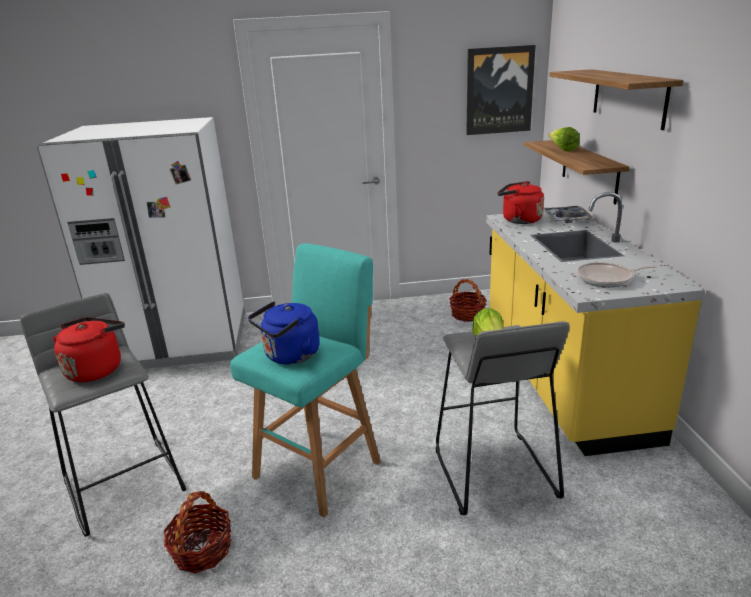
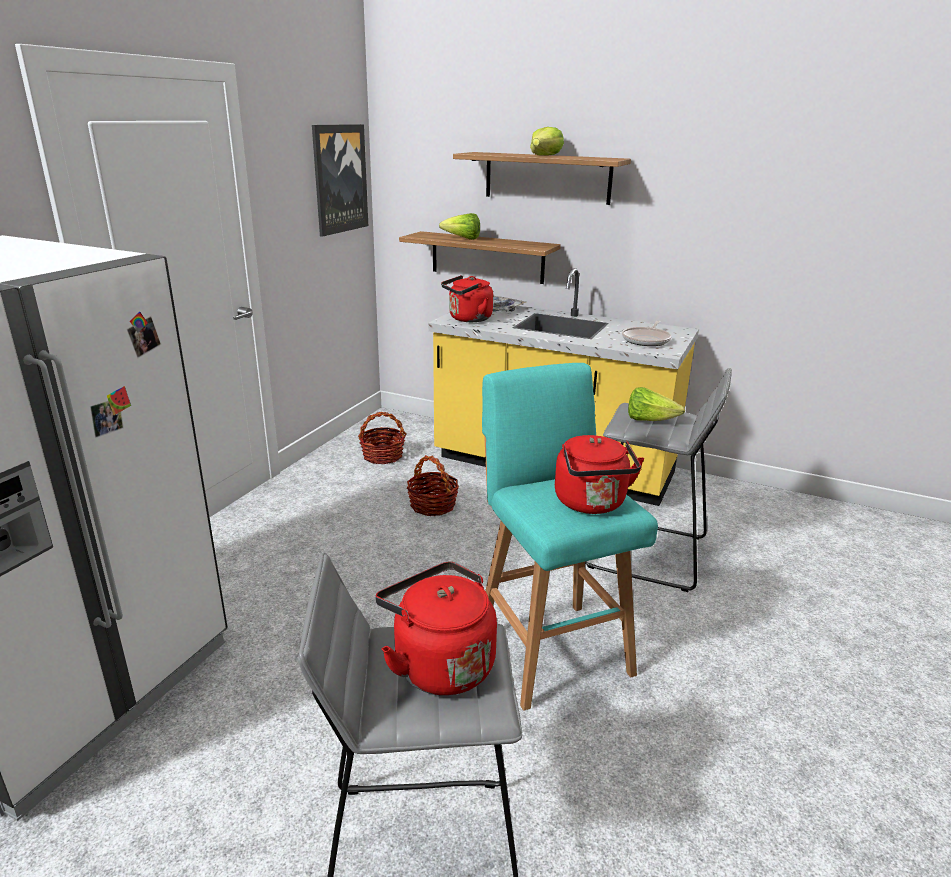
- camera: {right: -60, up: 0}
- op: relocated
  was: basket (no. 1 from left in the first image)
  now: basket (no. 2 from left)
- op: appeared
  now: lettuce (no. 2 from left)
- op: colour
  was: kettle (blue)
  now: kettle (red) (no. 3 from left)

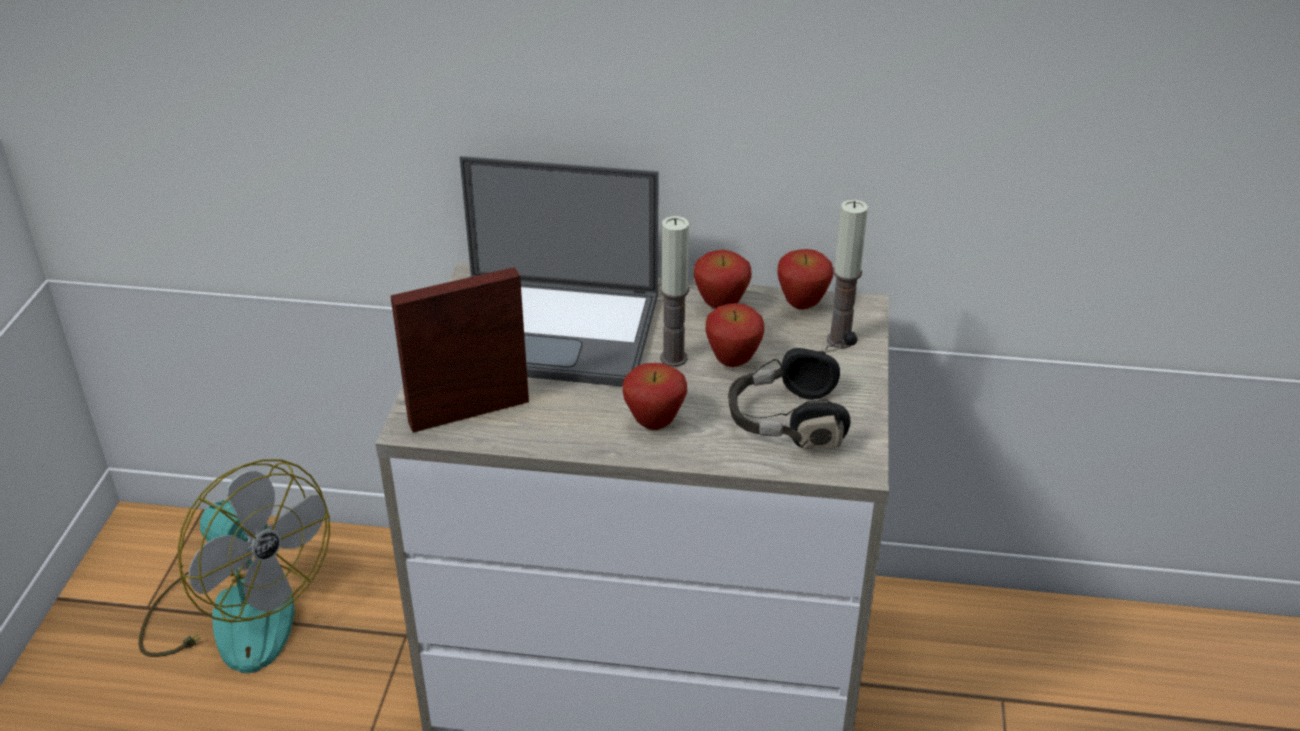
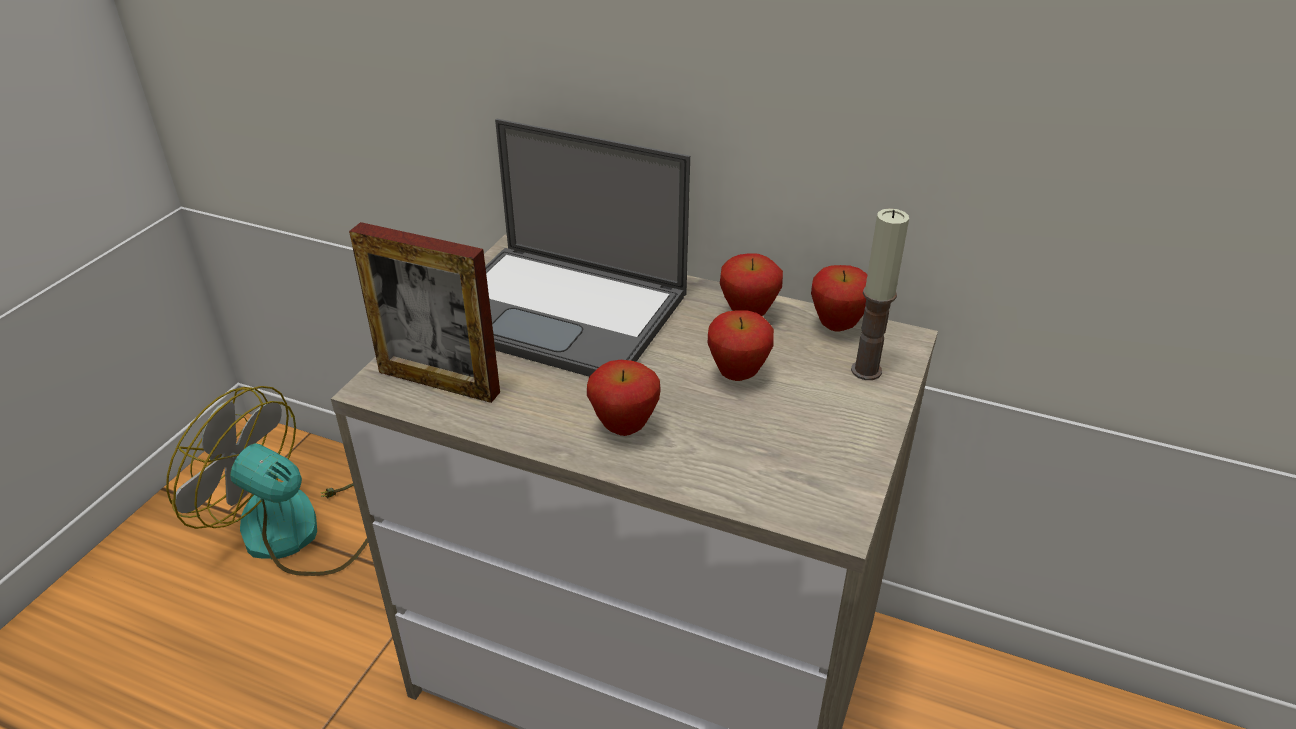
- camera: {right: 15, up: 0}
- op: spun
  was: fan
  clockwise: 150
- op: spun
  was: picture frame
  clockwise: -150
- op: missing
  was: candle (no. 1 from left)
- op: missing
  was: headphones (black)

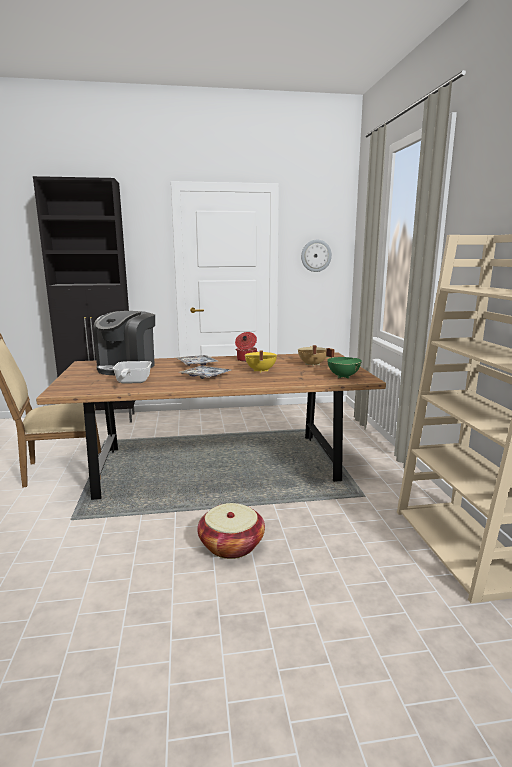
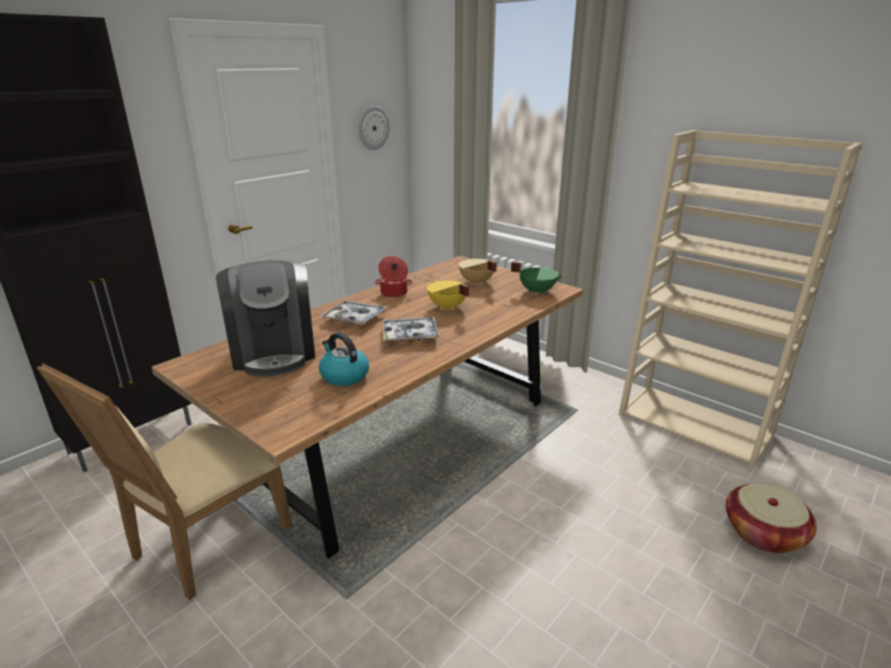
- camera: {right: -40, up: 10}
- op: exchanged
  was: frying pan
  now: kettle
- op: relocated
  was: basket

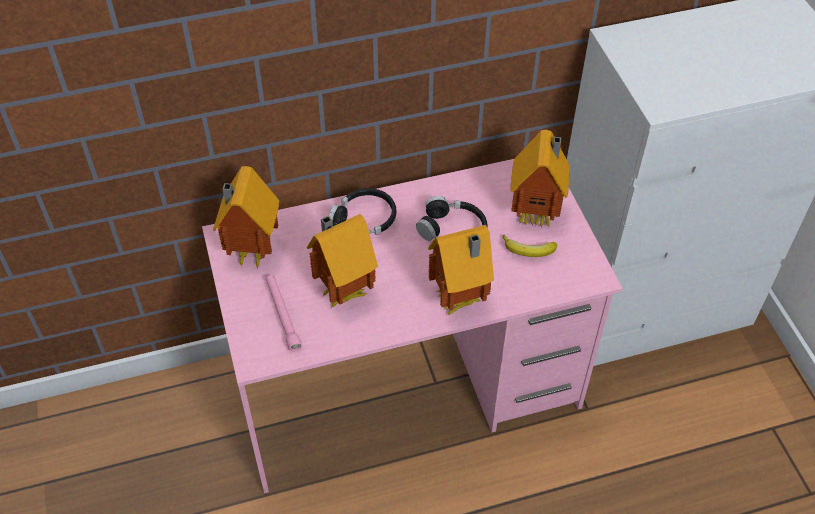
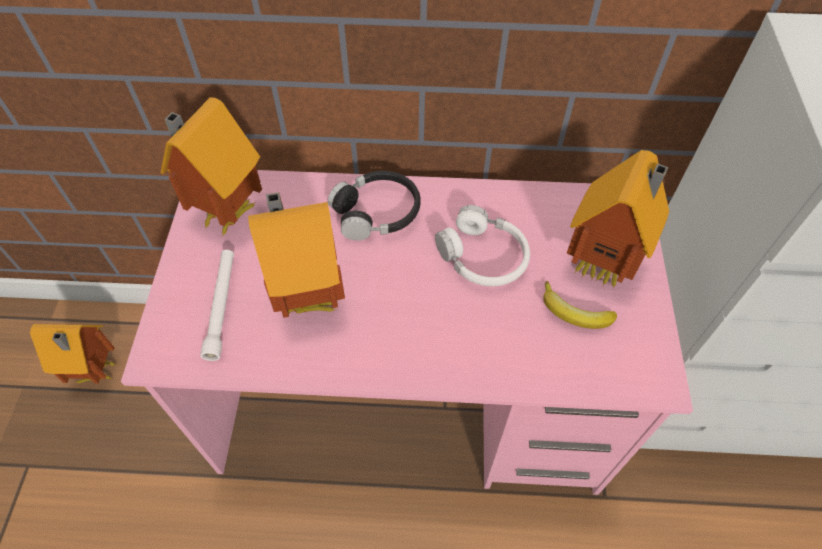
- camera: {right: 20, up: 5}
- op: relocated
  was: toy house (no. 3 from left in the first image)
  now: toy house (no. 1 from left)
- op: colour
  was: flashlight (pink)
  now: flashlight (white)
- op: colour
  was: headphones (black) (no. 2 from left)
  now: headphones (white)

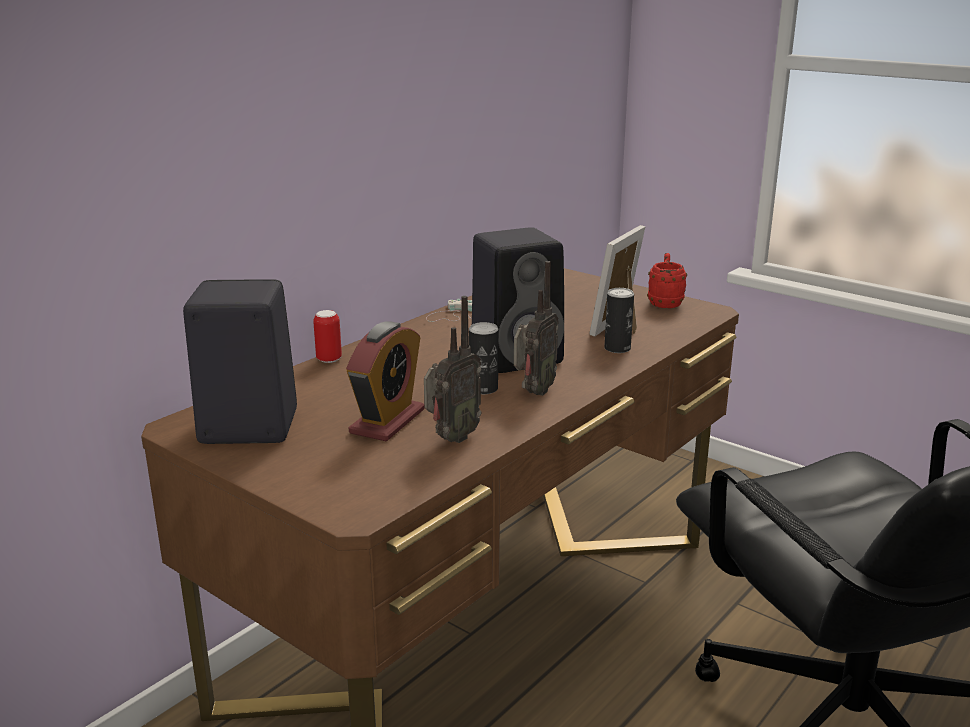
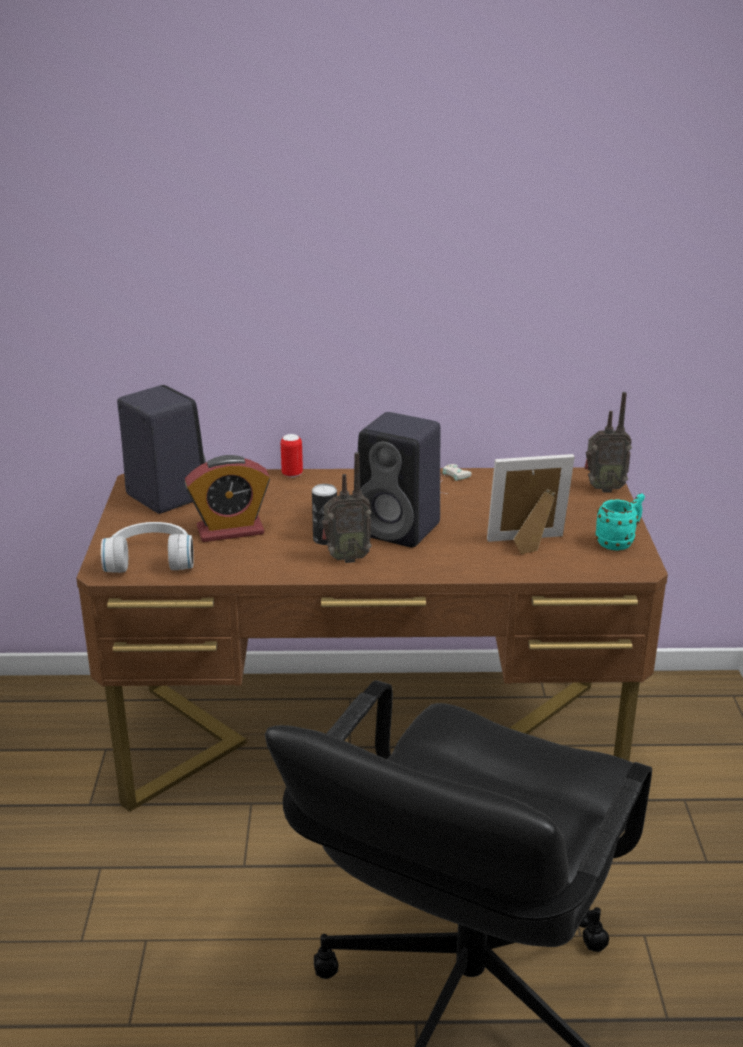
- camera: {right: 50, up: 5}
- op: appeared
  now: headphones (white)
- op: relocated
  was: radio (no. 1 from left in the first image)
  now: radio (no. 2 from left)
- op: colour
  was: mug (red)
  now: mug (turquoise)
- op: missing
  was: can (no. 3 from left)

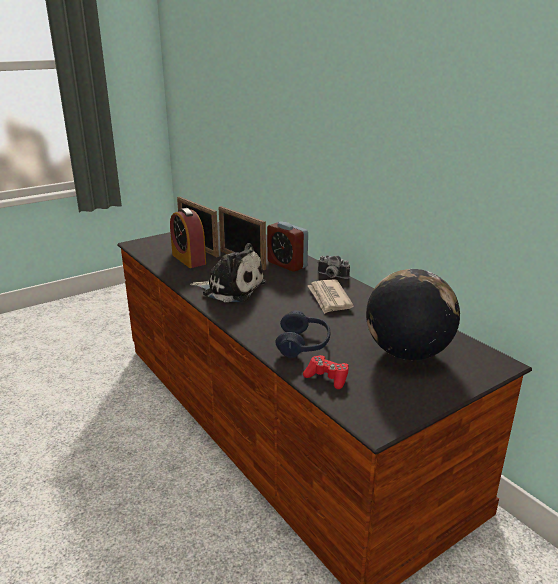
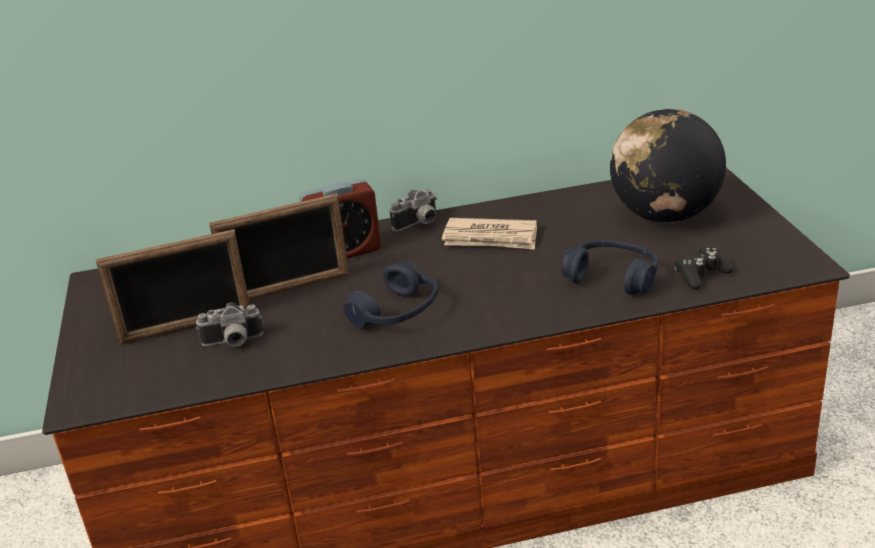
- camera: {right: -65, up: 5}
- op: exchanged
  was: alarm clock (no. 1 from left)
  now: photo camera (no. 1 from left)
- op: exchanged
  was: plush toy
  now: headphones (blue) (no. 1 from left)
- op: colour
  was: game controller (red)
  now: game controller (black)

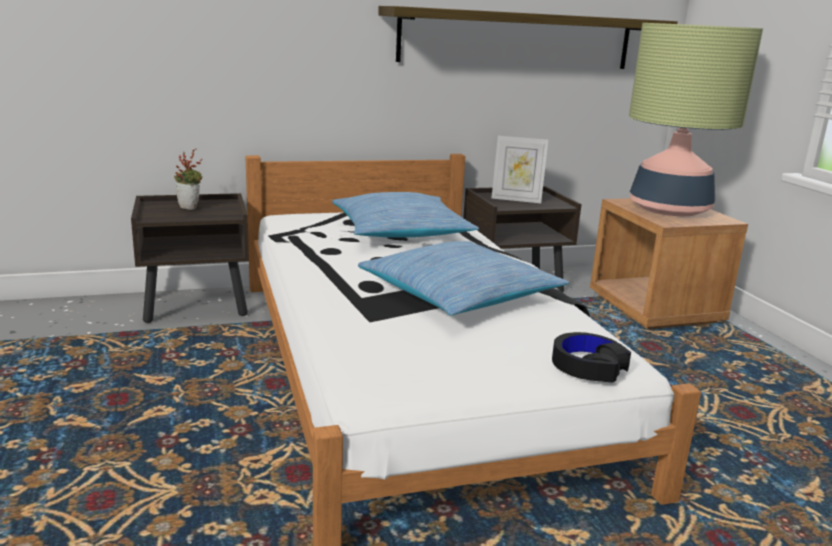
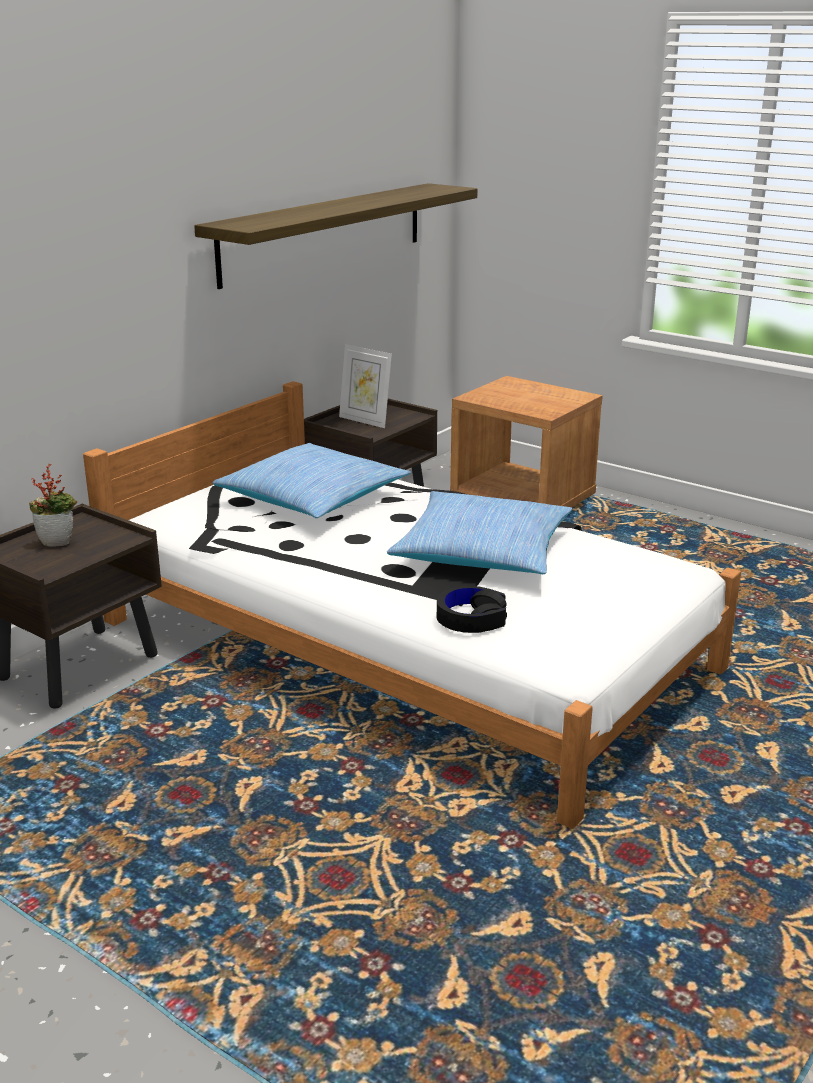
- camera: {right: -35, up: 5}
- op: spun
  was: picture frame
  clockwise: 60
- op: relocated
  was: headphones (black)
- op: missing
  was: table lamp

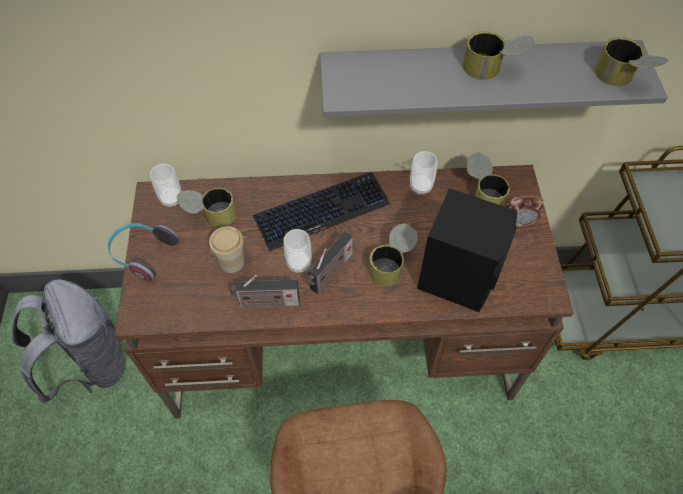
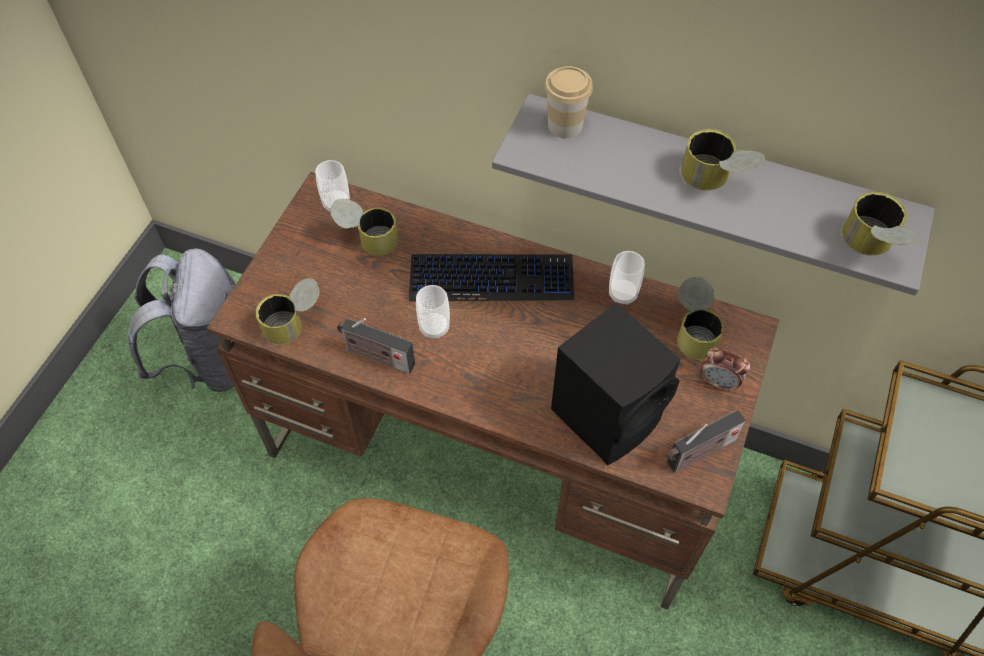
- camera: {right: 25, up: 0}
- op: relocated
  was: can (no. 2 from left in the first image)
  now: can (no. 1 from left)
- op: relocated
  was: cup (no. 2 from left in the first image)
  now: cup (no. 3 from left)
- op: relocated
  was: radio (no. 2 from left)
- op: missing
  was: headphones

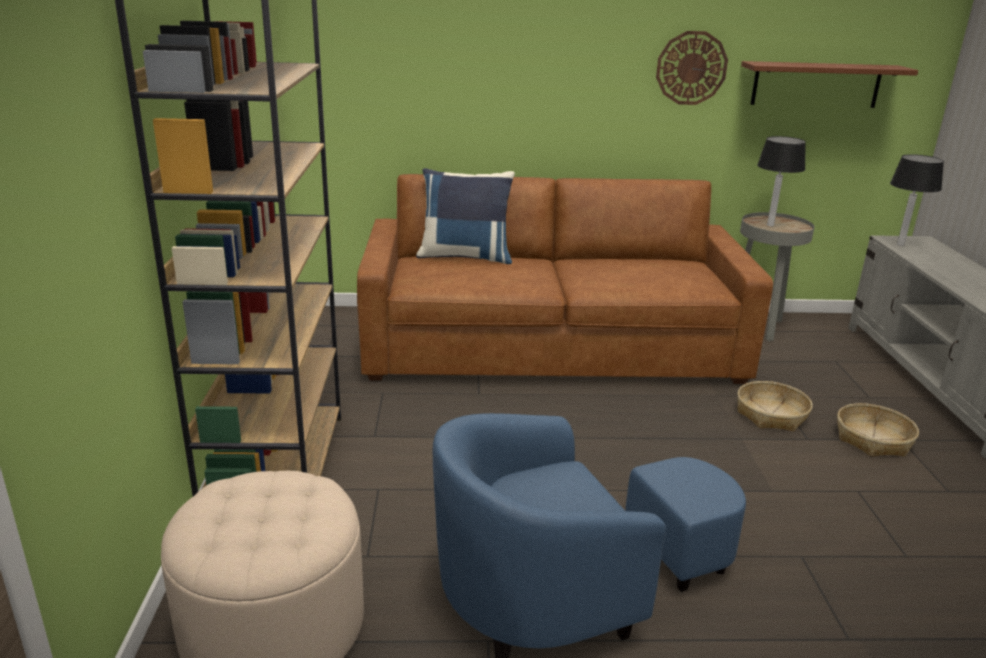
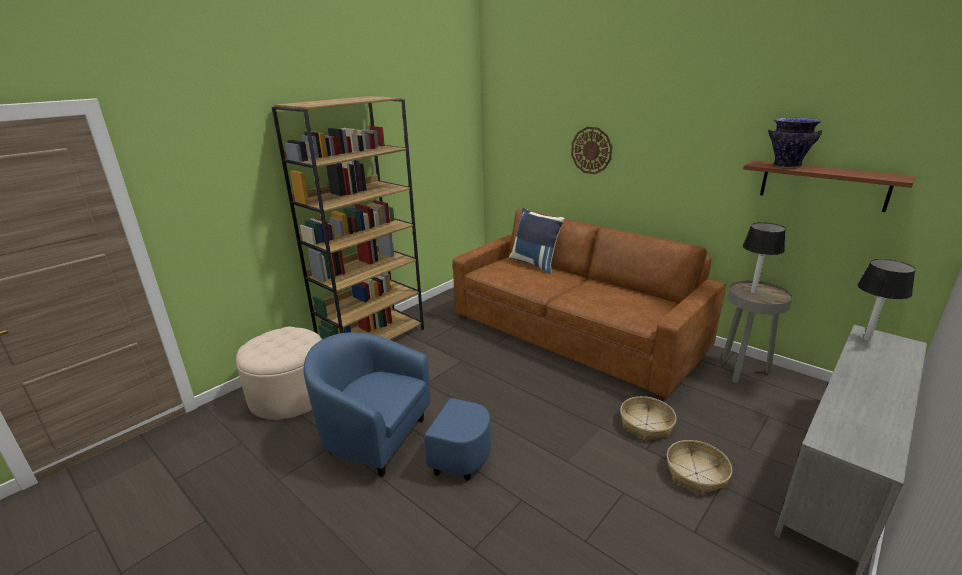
- camera: {right: 45, up: 0}
- op: relocated
  was: wall clock
- op: appeared
  now: vase

